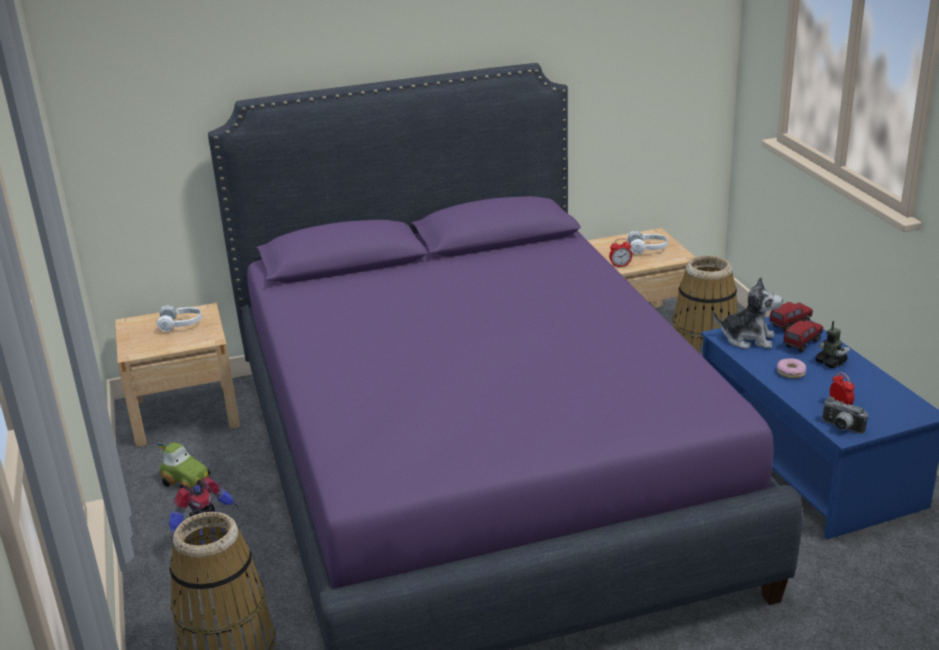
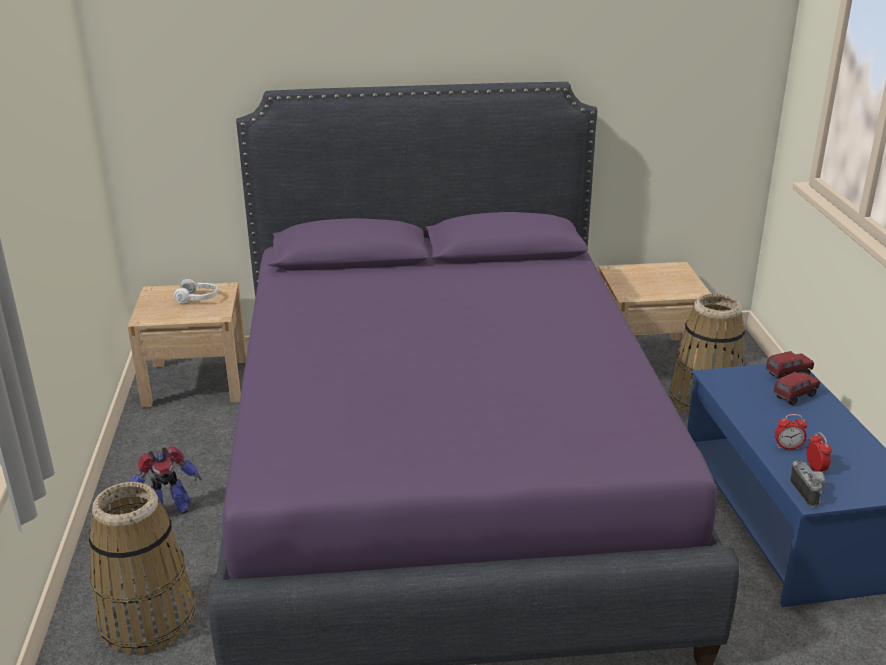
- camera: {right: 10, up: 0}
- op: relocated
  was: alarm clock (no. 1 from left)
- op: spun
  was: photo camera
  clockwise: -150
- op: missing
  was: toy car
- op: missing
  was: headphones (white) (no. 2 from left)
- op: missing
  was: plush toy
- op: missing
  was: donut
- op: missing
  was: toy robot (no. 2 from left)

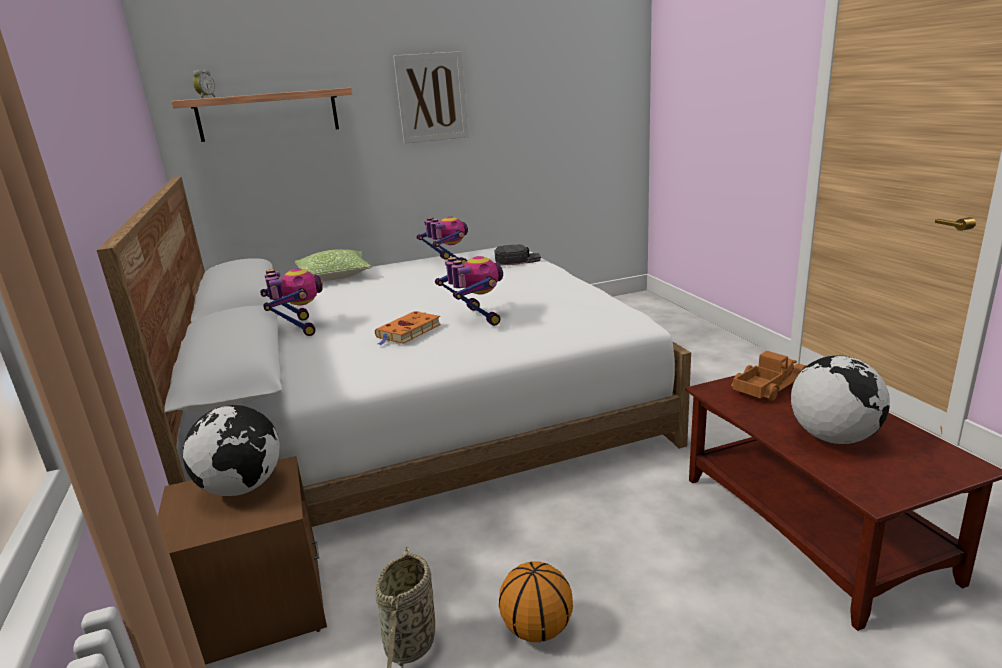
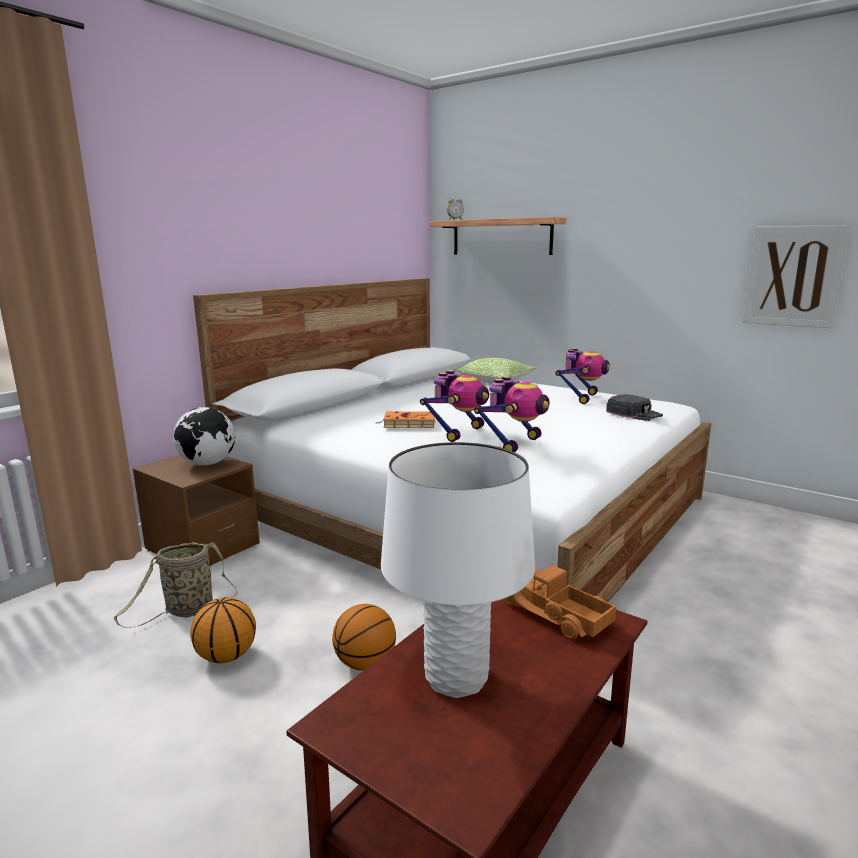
- camera: {right: 55, up: -5}
- op: appeared
  now: basketball (no. 2 from left)
- op: exchanged
  was: globe (no. 2 from left)
  now: table lamp (white)
- op: relocated
  was: toy robot (no. 1 from left in the first image)
  now: toy robot (no. 2 from left)
- op: spun
  was: toy truck
  clockwise: -150
- op: relocated
  was: picture

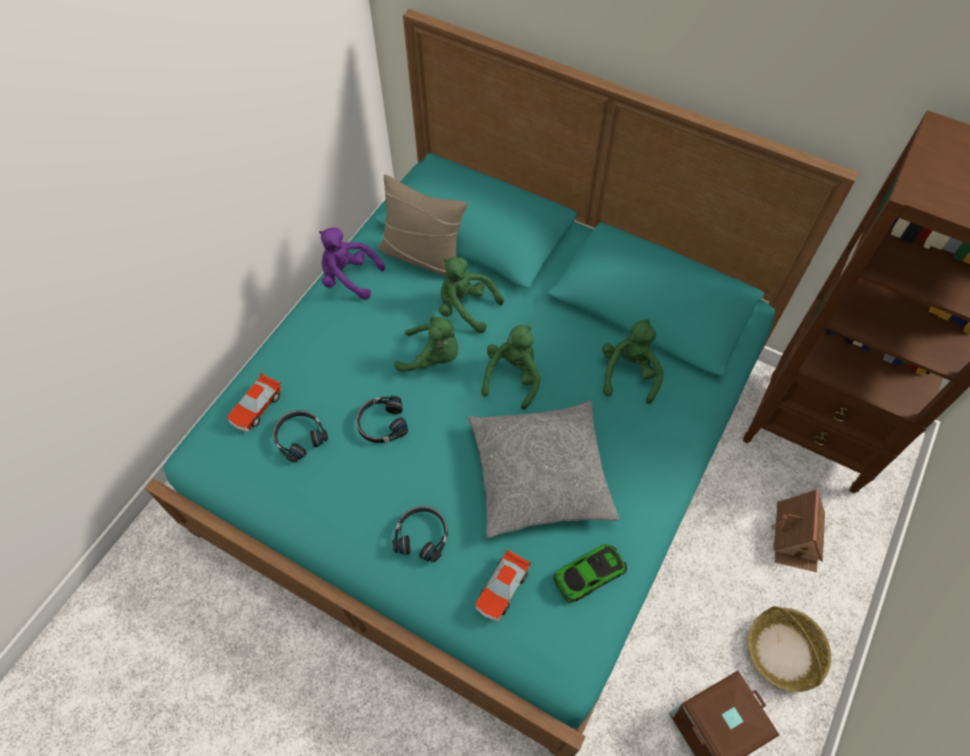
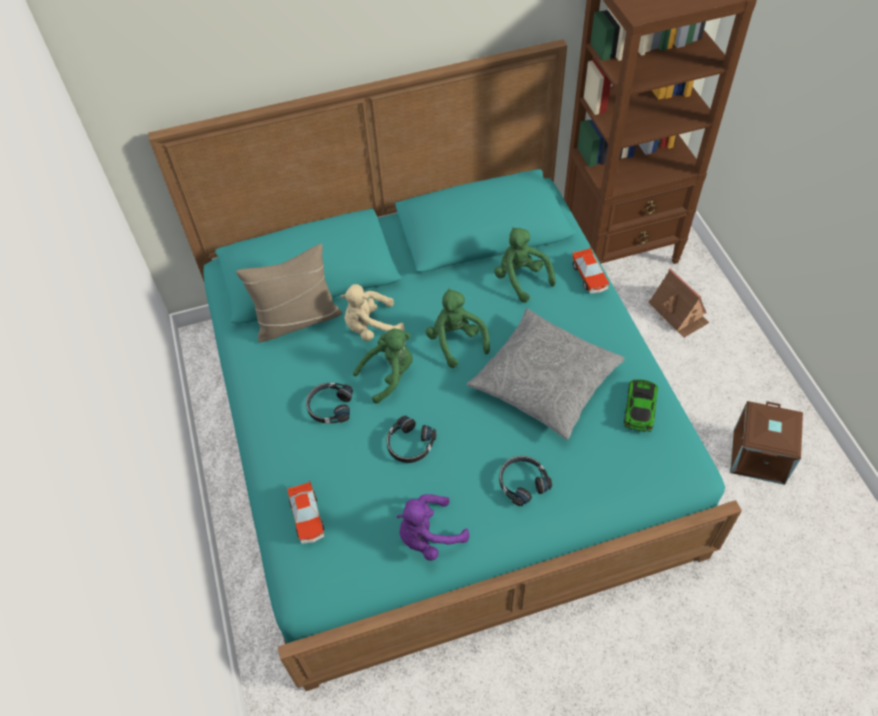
- camera: {right: -45, up: -5}
- op: relocated
  was: headphones (black) (no. 1 from left)
- op: colour
  was: plush toy (green) (no. 2 from left)
  now: plush toy (beige)
- op: relocated
  was: plush toy (purple)
- op: relocated
  was: toy car (no. 2 from left)
- op: missing
  was: basket

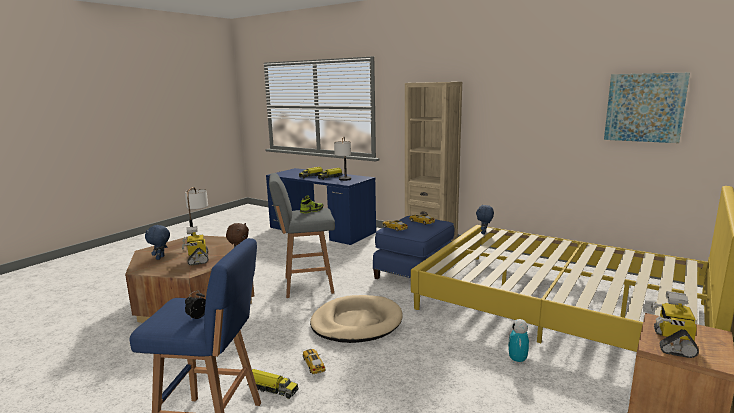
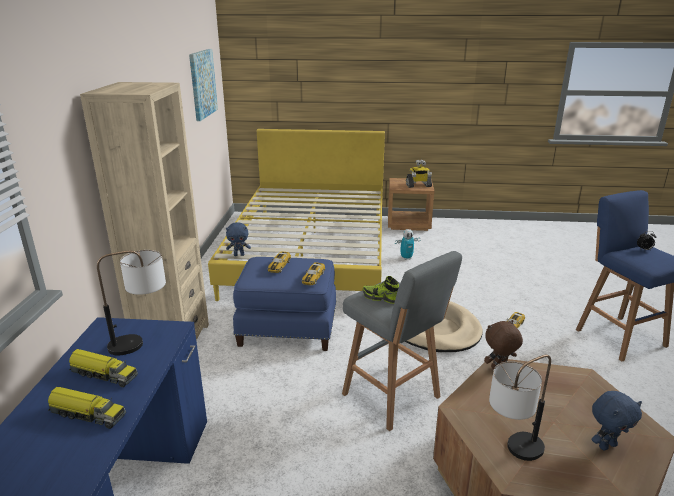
- camera: {right: -120, up: 10}
- op: missing
  was: toy robot (no. 1 from left)
- op: missing
  was: toy truck (no. 1 from left)

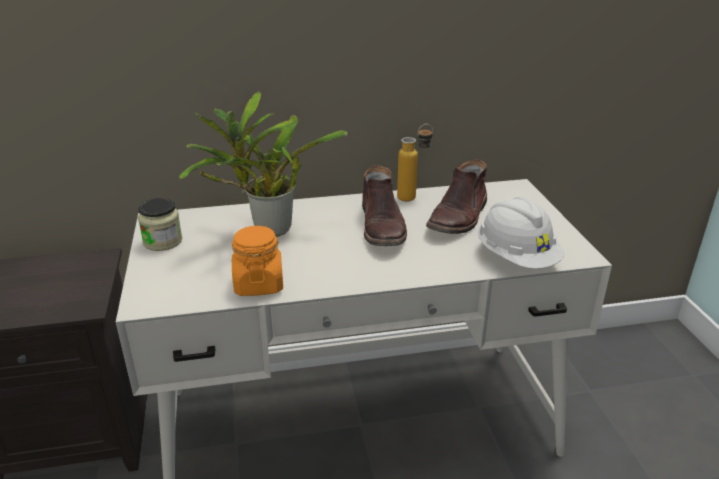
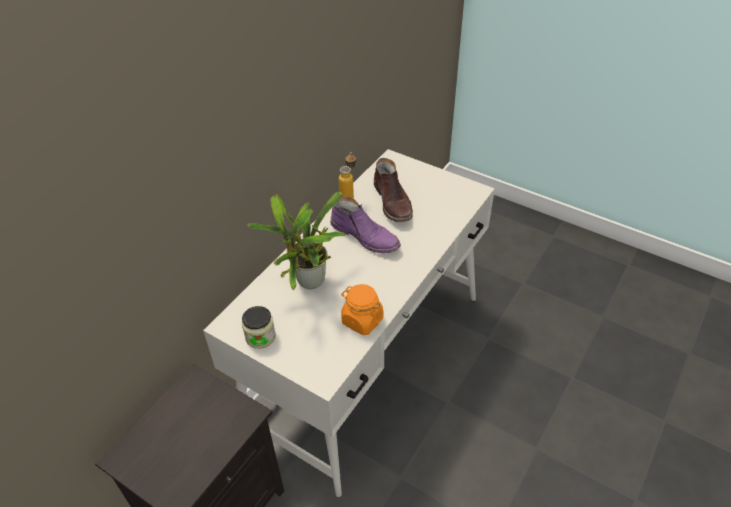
- camera: {right: -45, up: 15}
- op: colour
  was: boot (brown) (no. 1 from left)
  now: boot (purple)
- op: missing
  was: hard hat (white)

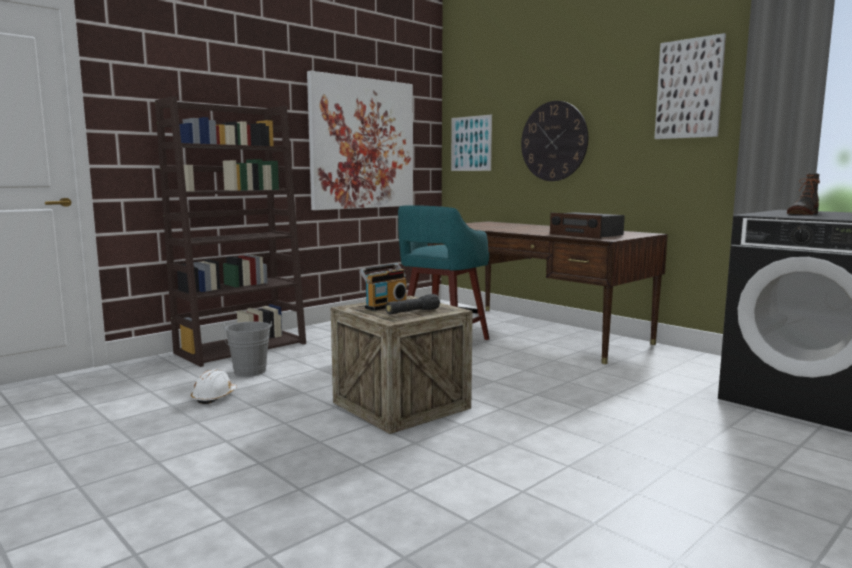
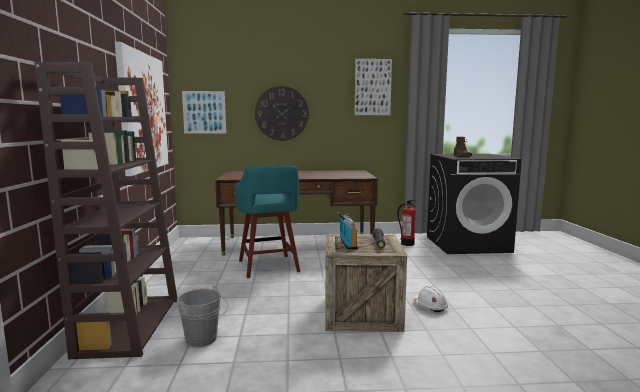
- camera: {right: -50, up: 0}
- op: appeared
  now: fire extinguisher
- op: relocated
  was: hard hat (white)
- op: missing
  was: radio (no. 2 from left)

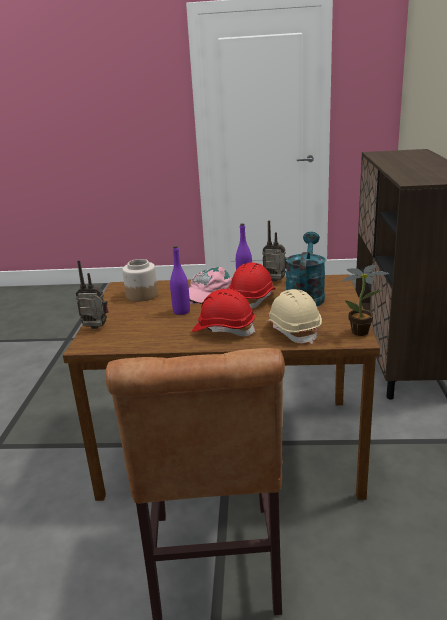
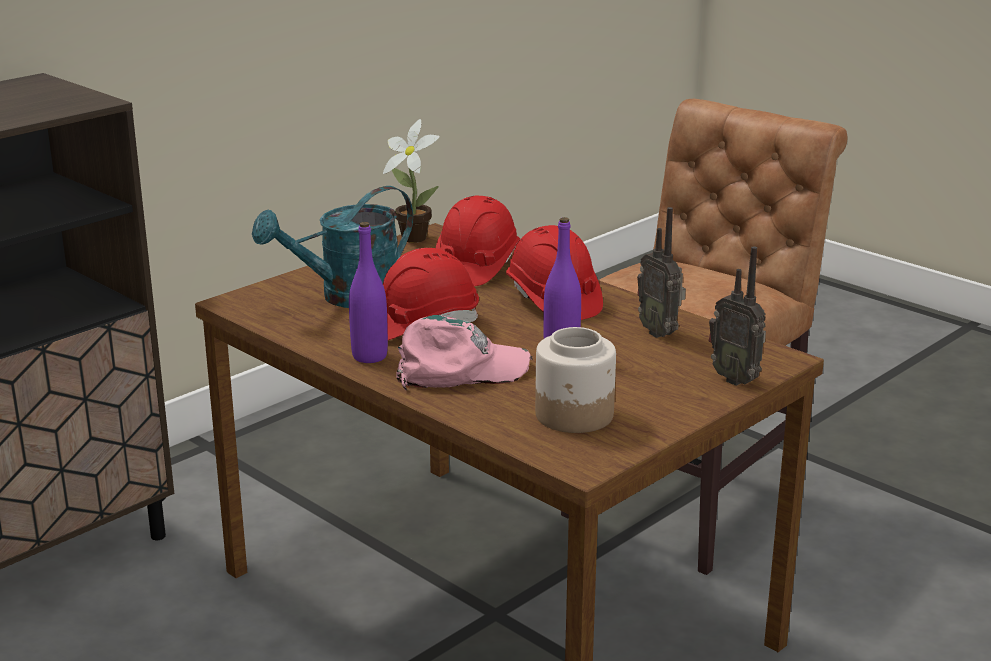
- camera: {right: -140, up: 0}
- op: colour
  was: hard hat (beige)
  now: hard hat (red) (no. 2 from left)
- op: relocated
  was: radio (no. 2 from left in the first image)
  now: radio (no. 1 from left)

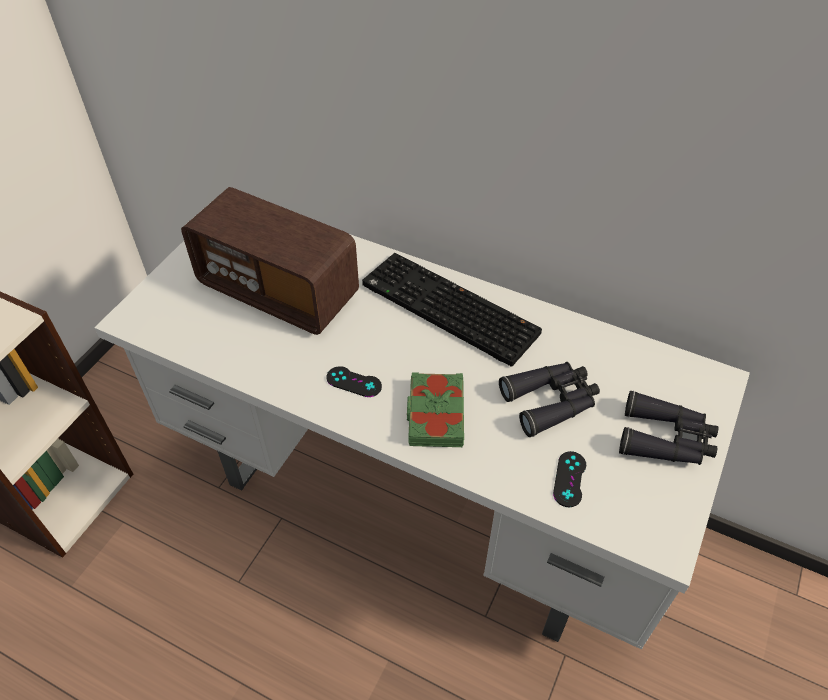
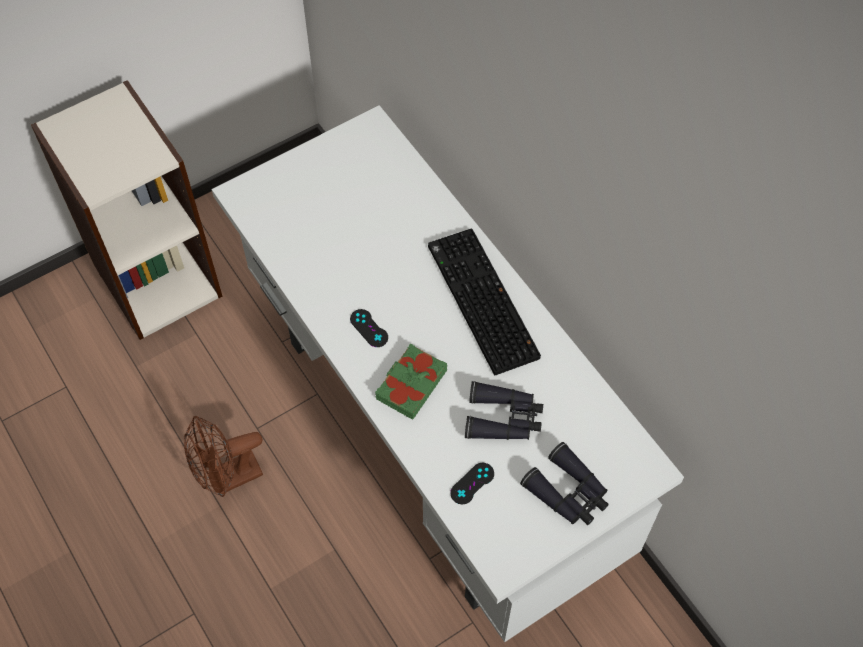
- camera: {right: 30, up: 10}
- op: appeared
  now: fan (brown)
- op: missing
  was: radio

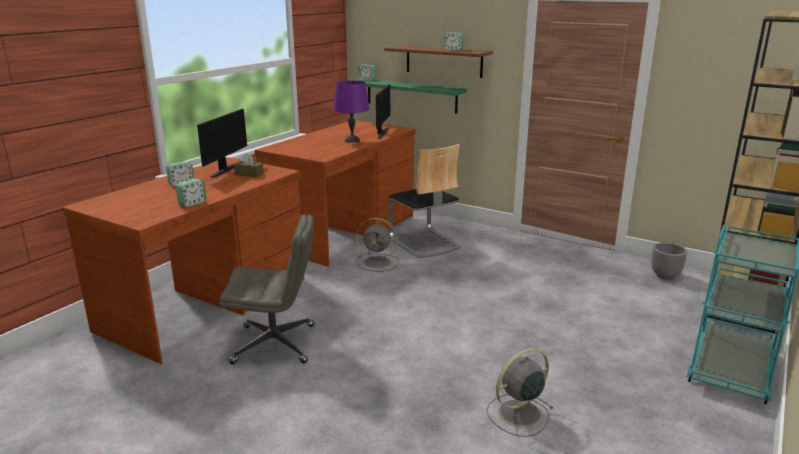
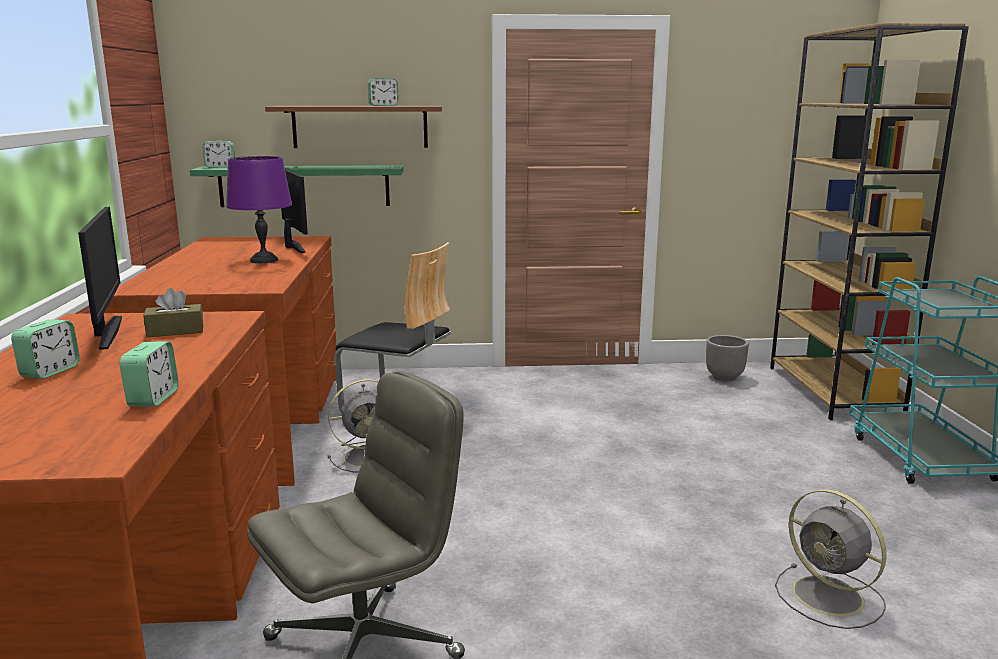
- camera: {right: -35, up: -5}
- op: spun
  was: fan (grey) (no. 2 from left)
  clockwise: -60

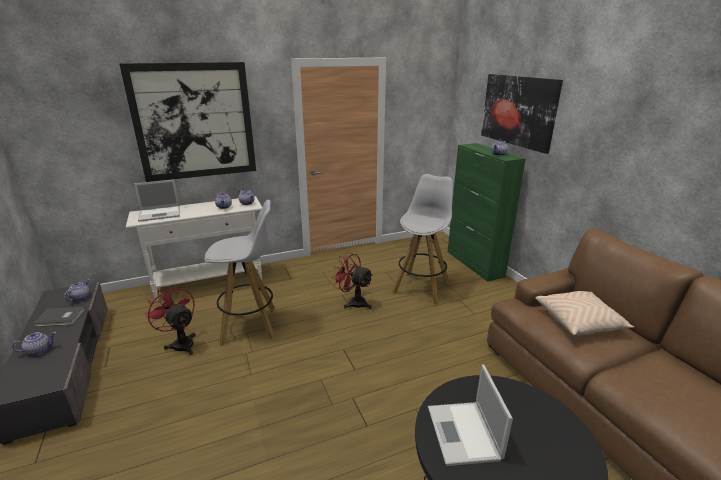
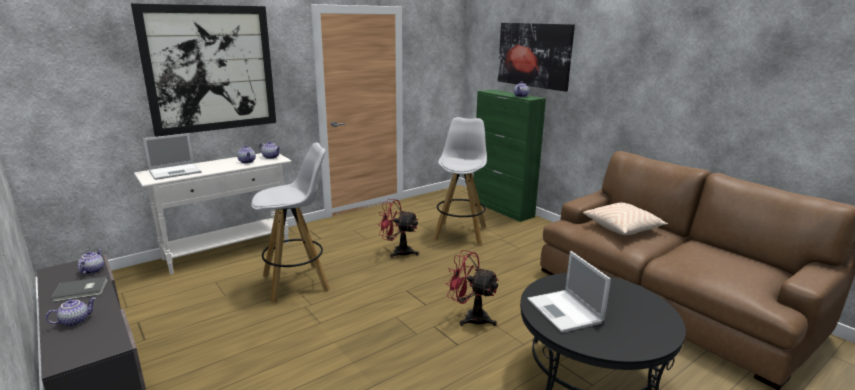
- camera: {right: -15, up: -5}
- op: relocated
  was: fan (red) (no. 1 from left in the first image)
  now: fan (red) (no. 2 from left)

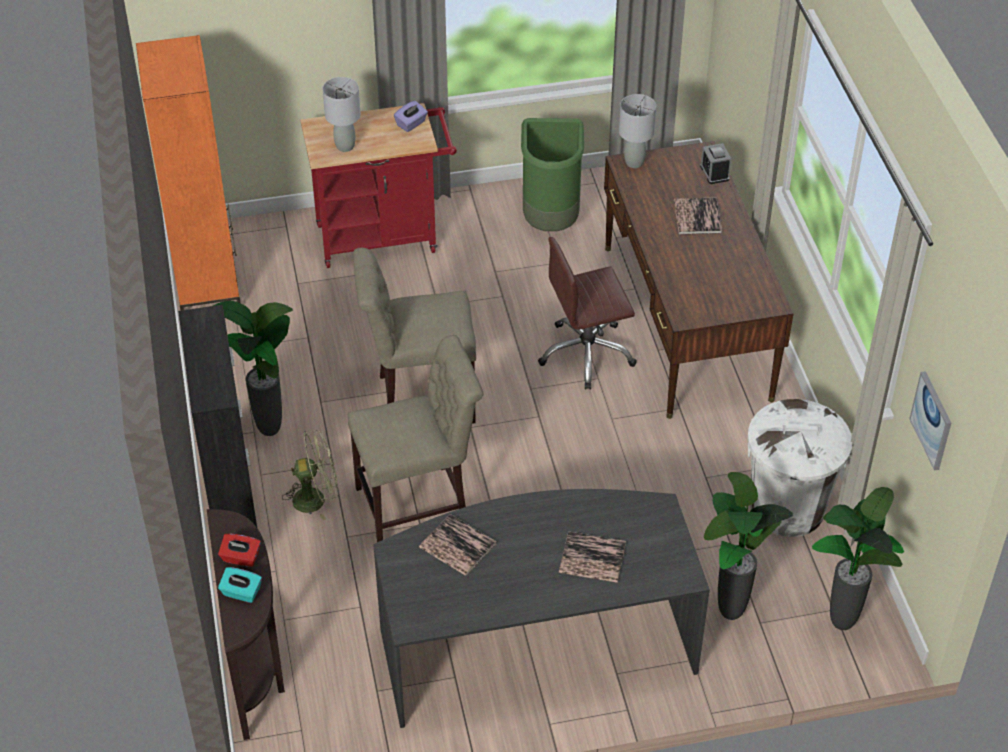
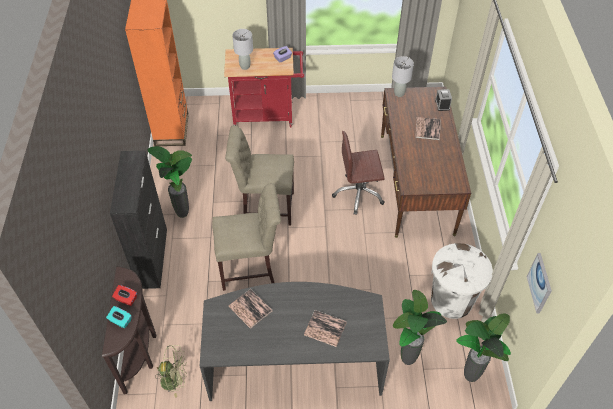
- camera: {right: 10, up: 5}
- op: relocated
  was: fan (green)
- op: missing
  was: trash can (green)

